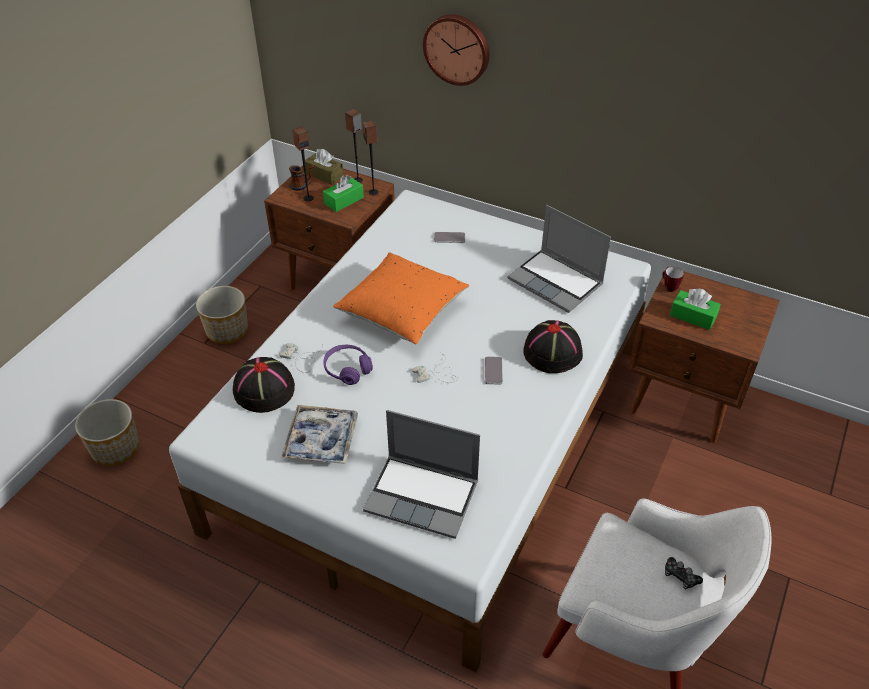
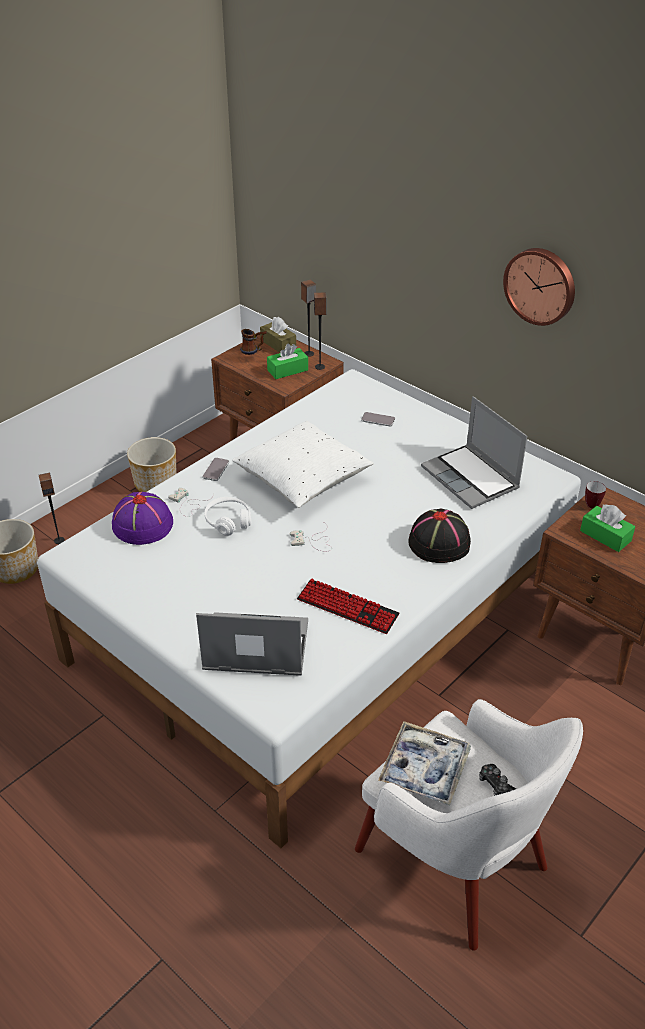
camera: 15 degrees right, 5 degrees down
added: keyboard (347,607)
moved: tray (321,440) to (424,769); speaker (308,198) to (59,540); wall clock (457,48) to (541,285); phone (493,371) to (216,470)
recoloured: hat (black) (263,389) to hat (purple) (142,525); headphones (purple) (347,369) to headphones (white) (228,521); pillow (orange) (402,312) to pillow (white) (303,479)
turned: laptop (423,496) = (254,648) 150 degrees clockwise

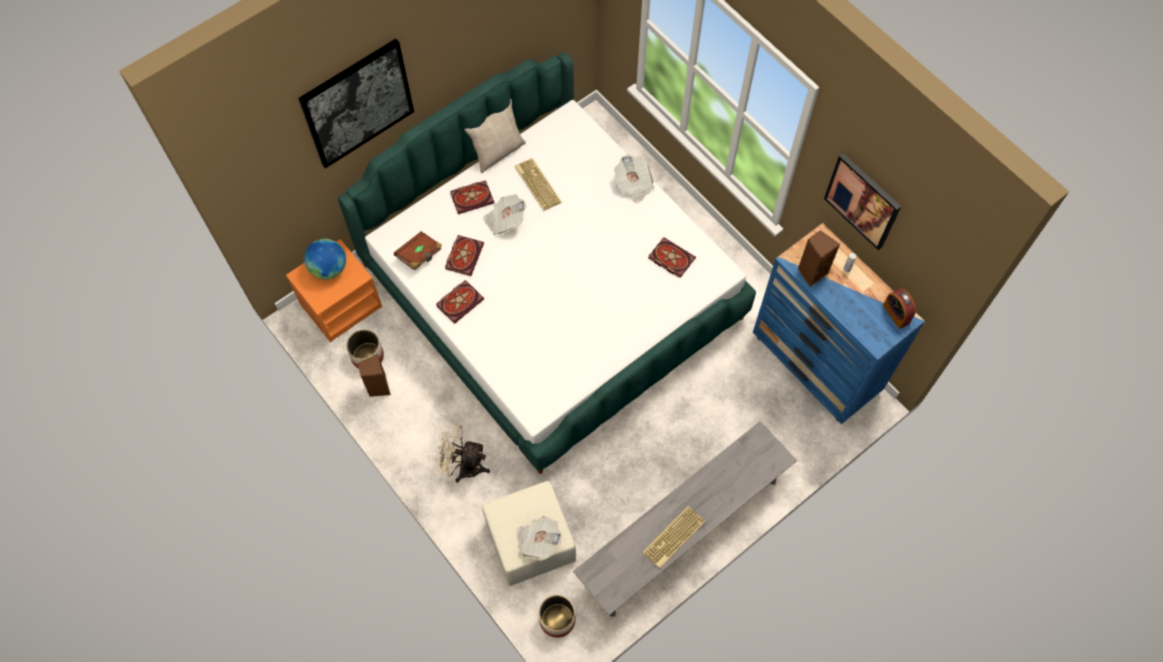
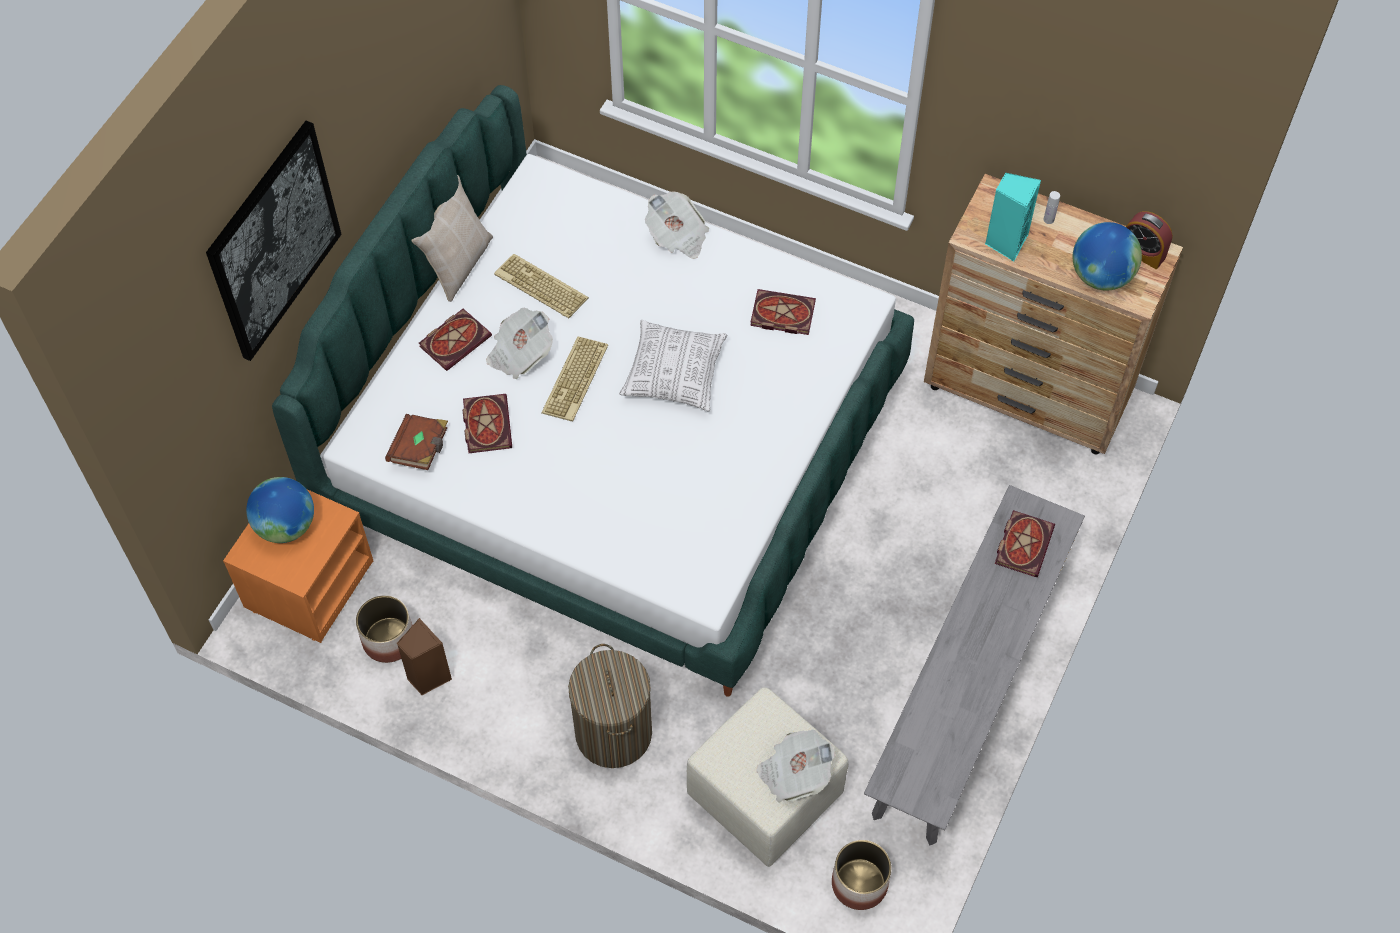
camera: 25 degrees left, 5 degrees down
removed: picture (863,200)
added: pillow (674,373); globe (1100,276)
moved: book (460,301) to (1023,543); keyboard (674,538) to (576,381)
replaced: fan (beige) (464,466) to laundry basket (613,733)
recoloured: dresser (blue) (816,365) to dresser (brown) (1028,393); speaker (brown) (811,272) to speaker (turquoise) (1005,242)

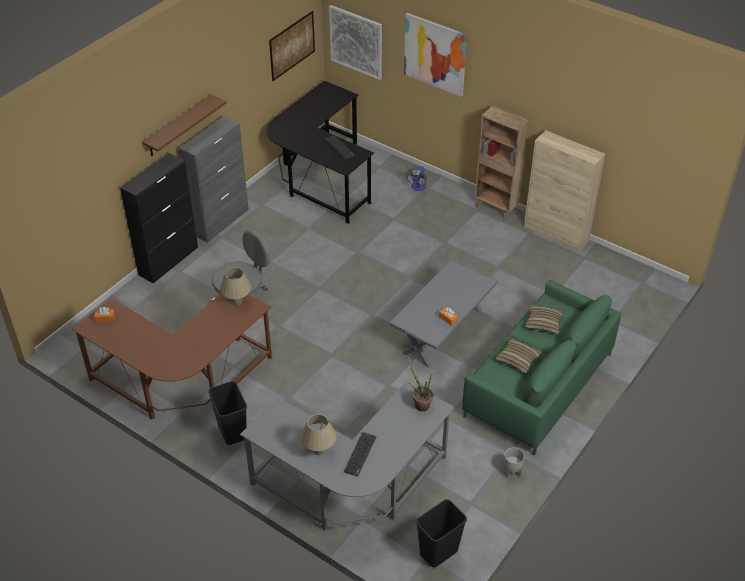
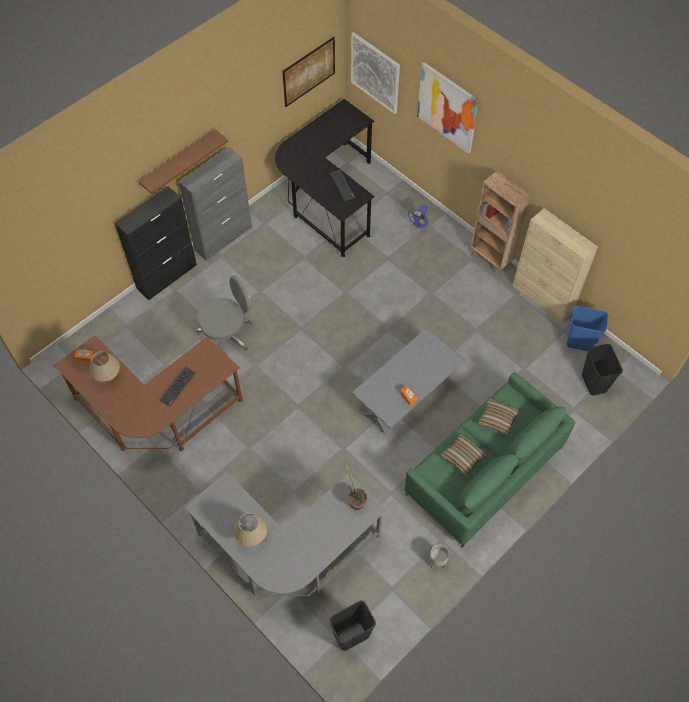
camera: 10 degrees right, 15 degrees up
added: trash can (blue) (579,343)
moved: trash can (black) (232,432) to (594,383); table lamp (beige) (237,302) to (108,377); keyboard (360,454) to (178,386)

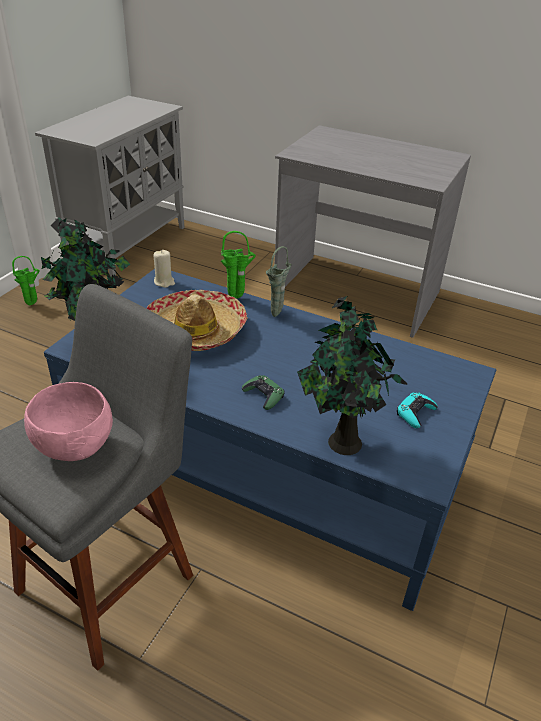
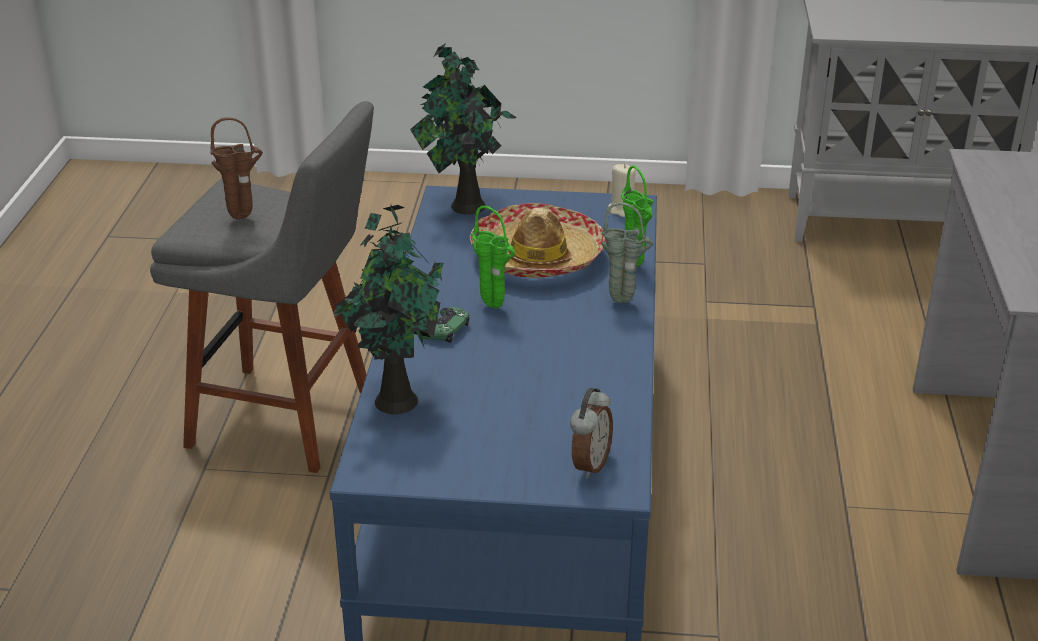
camera: 70 degrees right, 5 degrees down
removed: game controller (turquoise) (415,413)
added: alarm clock (589,464)
moved: vase (green) (33,304) to (495,308)
replaced: bowl (pink) (74,446) to vase (brown) (244,218)

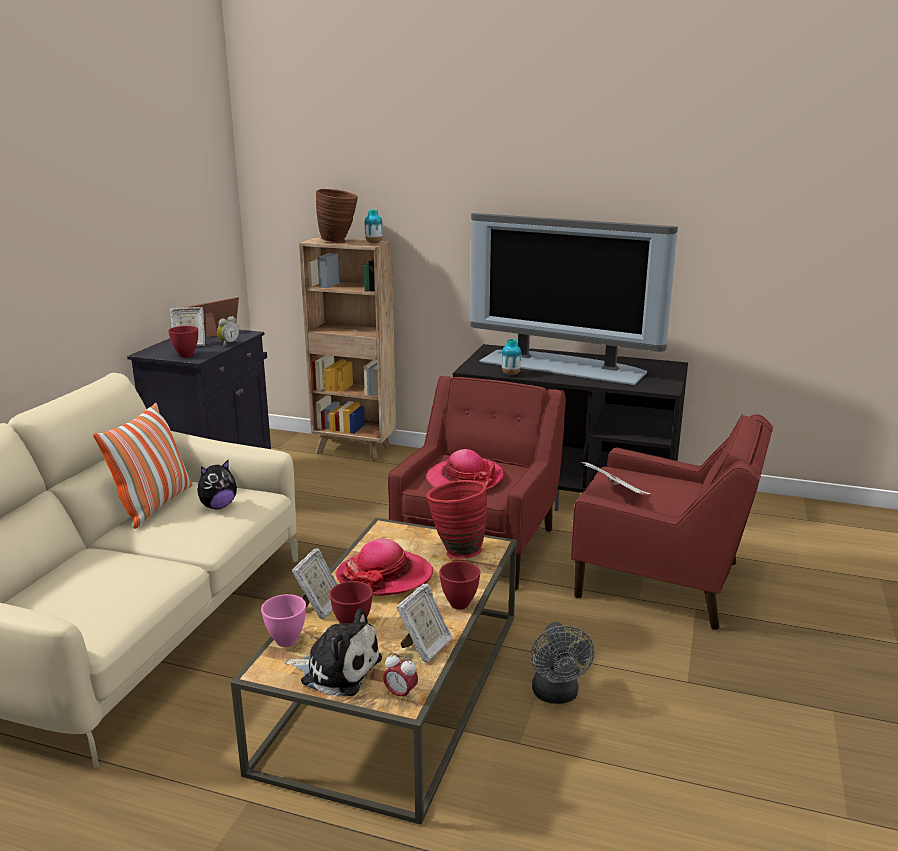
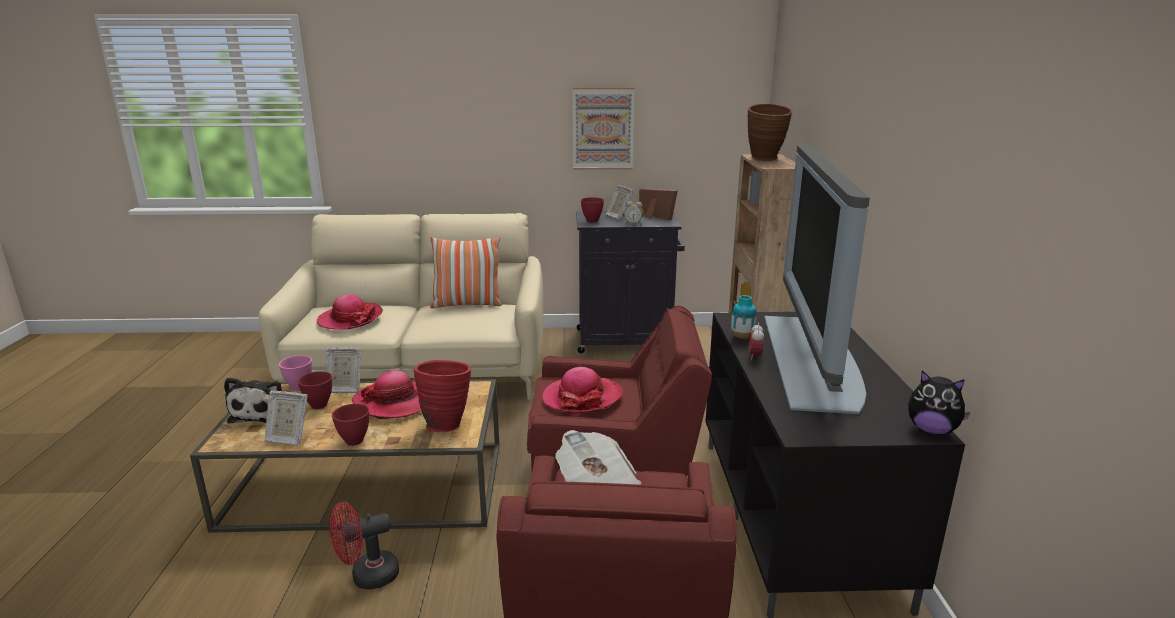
camera: 70 degrees right, 0 degrees up
removed: vase (374,243)
added: hat (350,319); picture (603,128)
moved: plush toy (218,506) to (932,430); alarm clock (400,694) to (754,356)
recoloured: fan (grey) (557,695) to fan (red) (367,577)

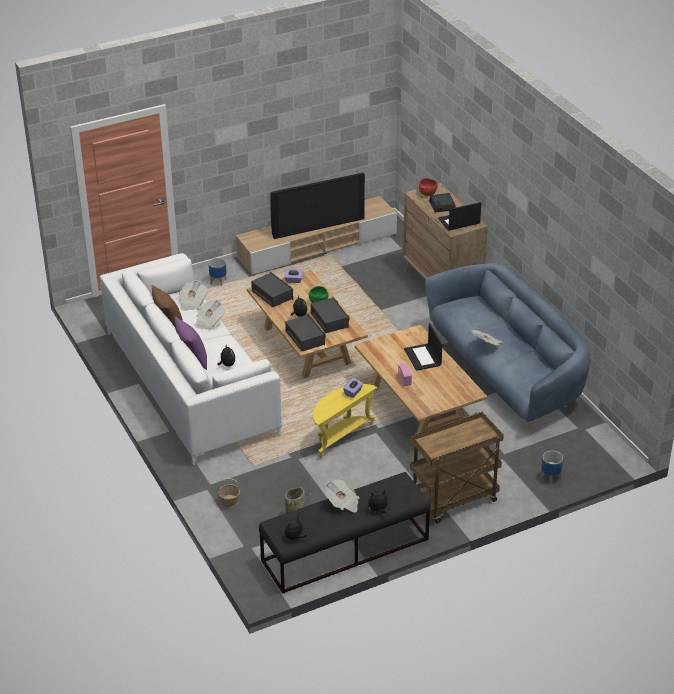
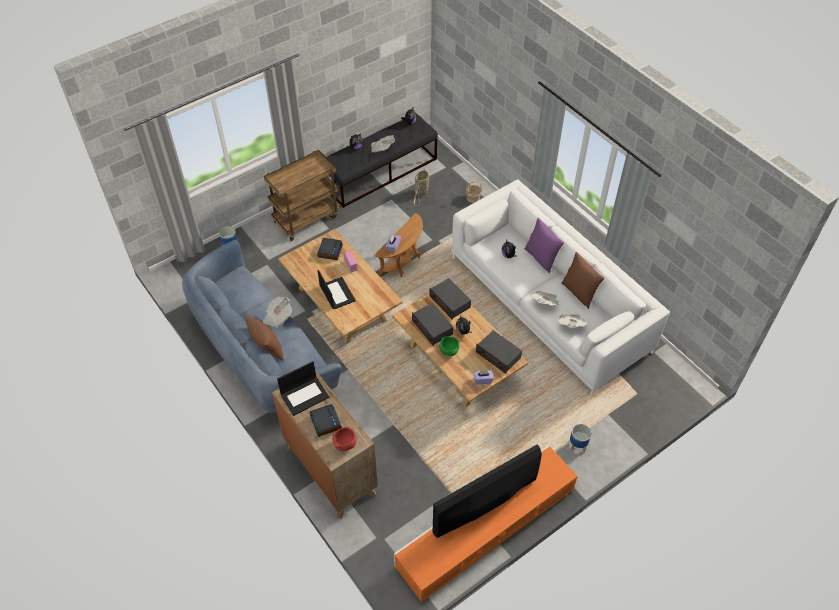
camera: 170 degrees right, 15 degrees up
added: pillow (brown) (267,349); alarm clock (330,251)
recoloured: tv stand (beige) (317,246) to tv stand (orange) (486,528); side table (yellow) (340,437) to side table (brown) (403,263)

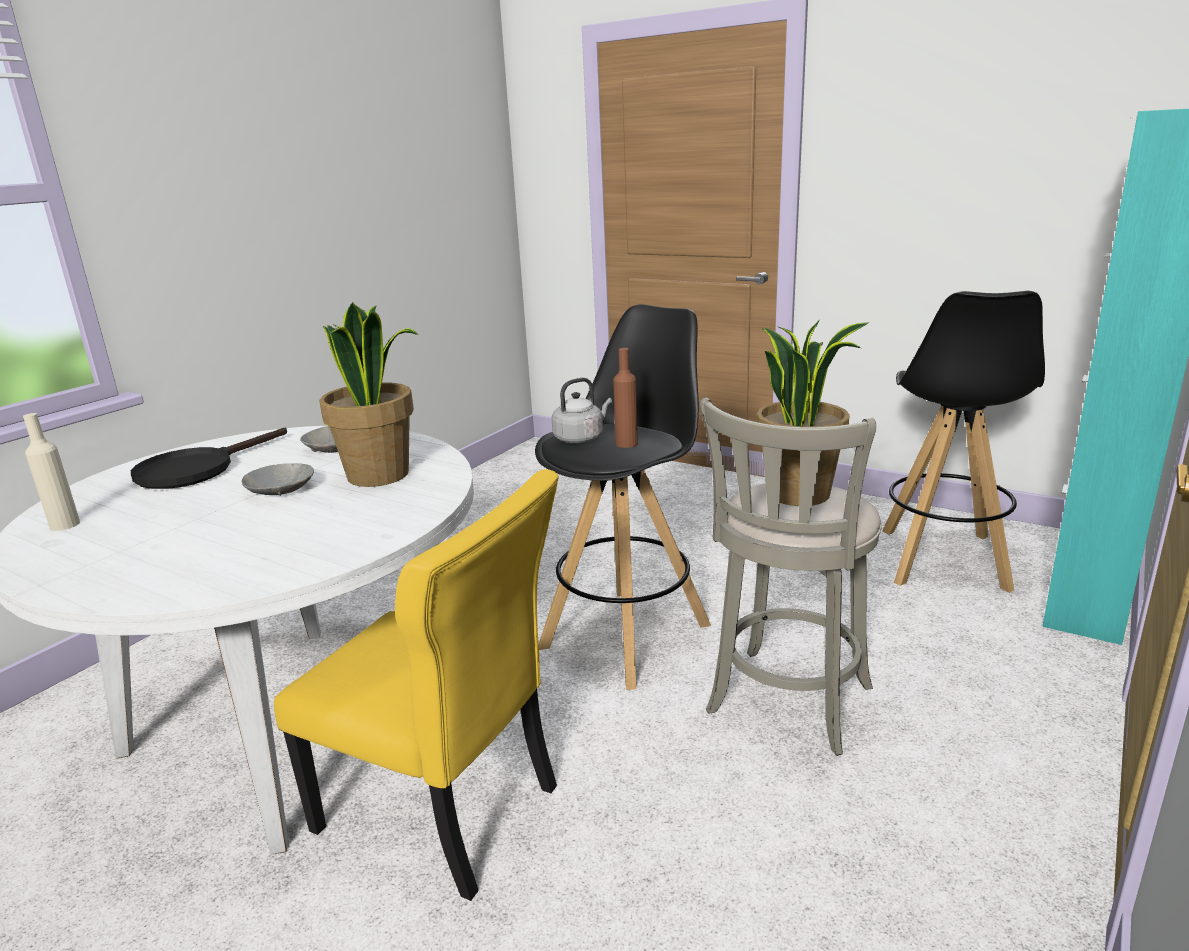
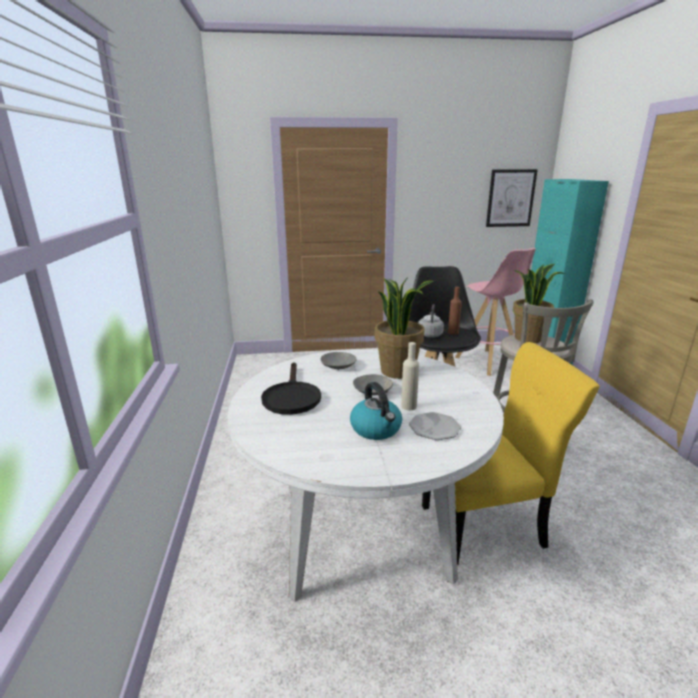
camera: 40 degrees left, 0 degrees up
added: kettle (376,429); plate (434,428); picture (510,198)
moved: bottle (beige) (65,525) to (408,406)
recoloured: stool (black) (943,560) to stool (pink) (488,362)

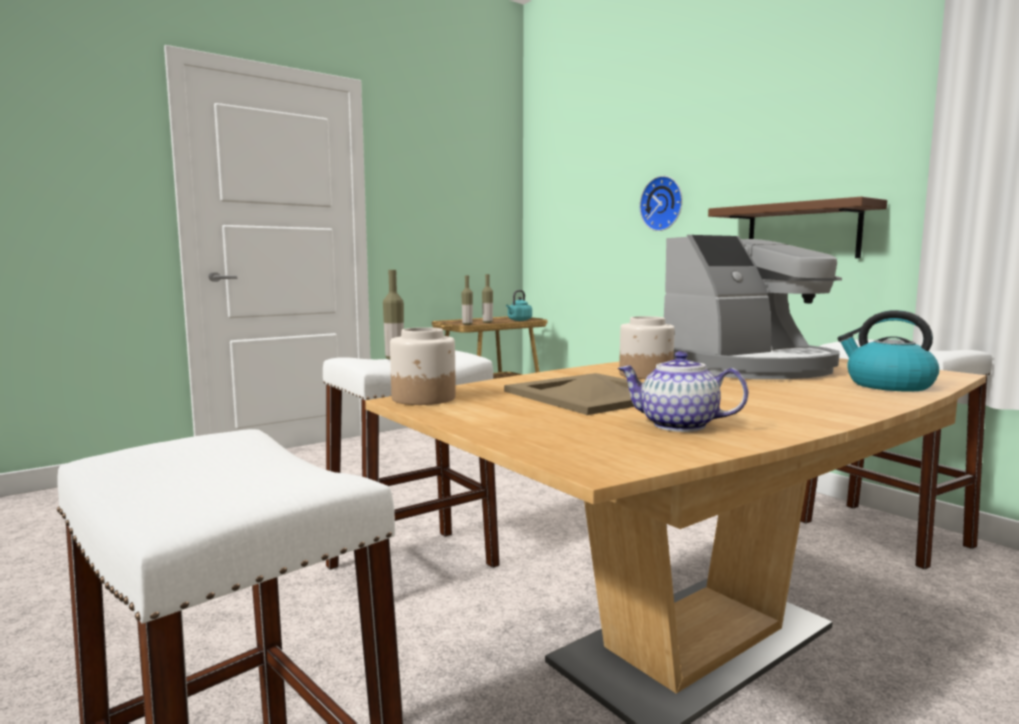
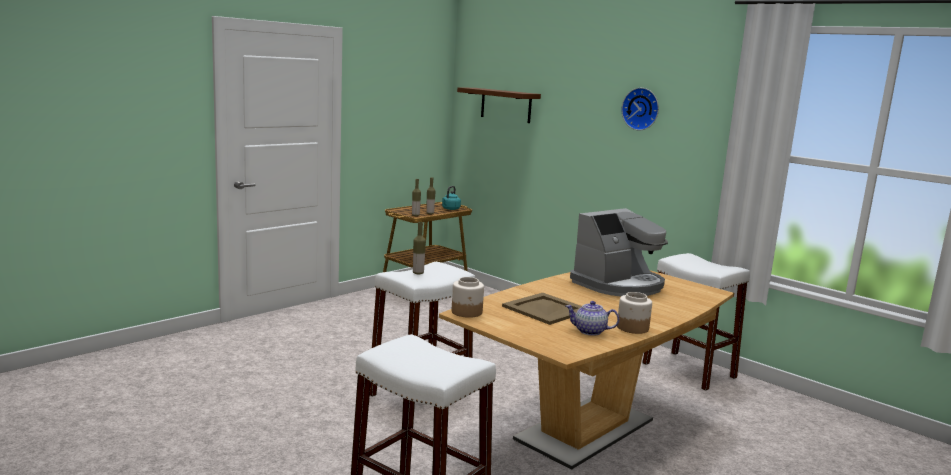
camera: 10 degrees left, 5 degrees up
removed: kettle (887,385)
moved: jar (645,375) to (632,328); wall clock (663,203) to (641,109); shelf (brown) (802,232) to (506,105)

